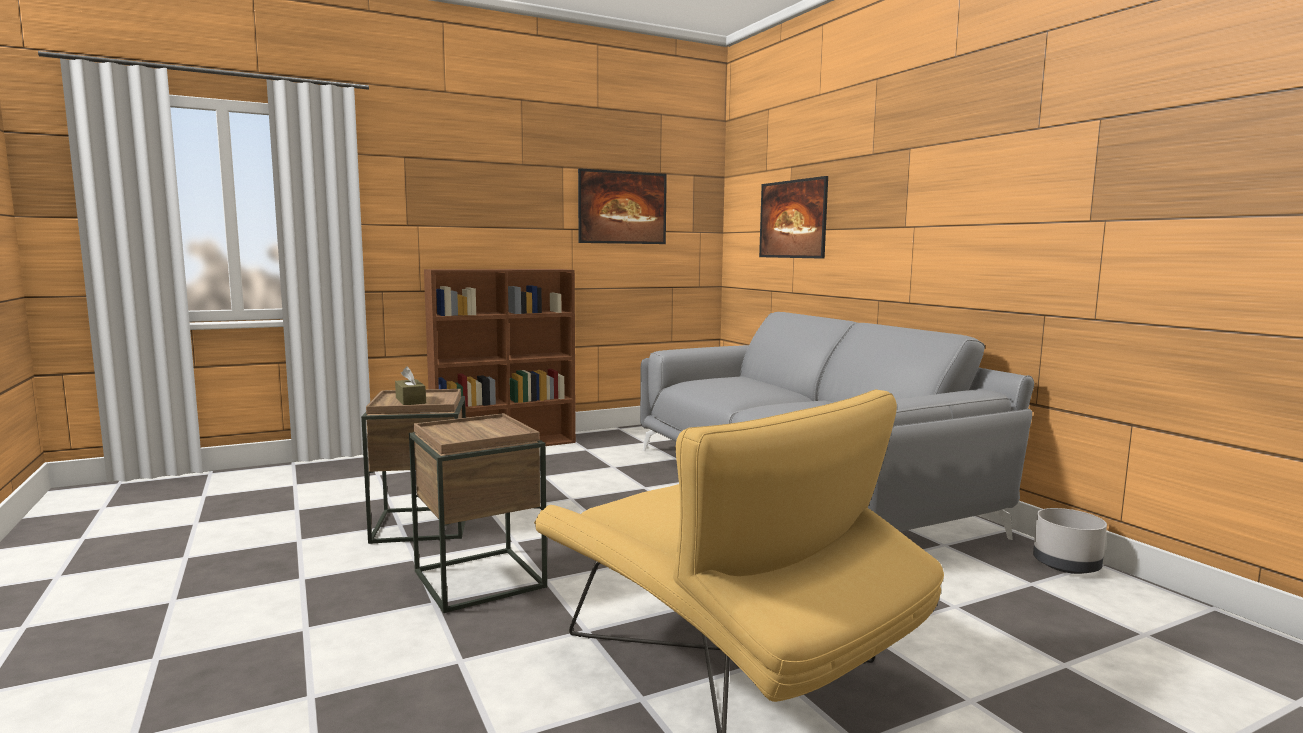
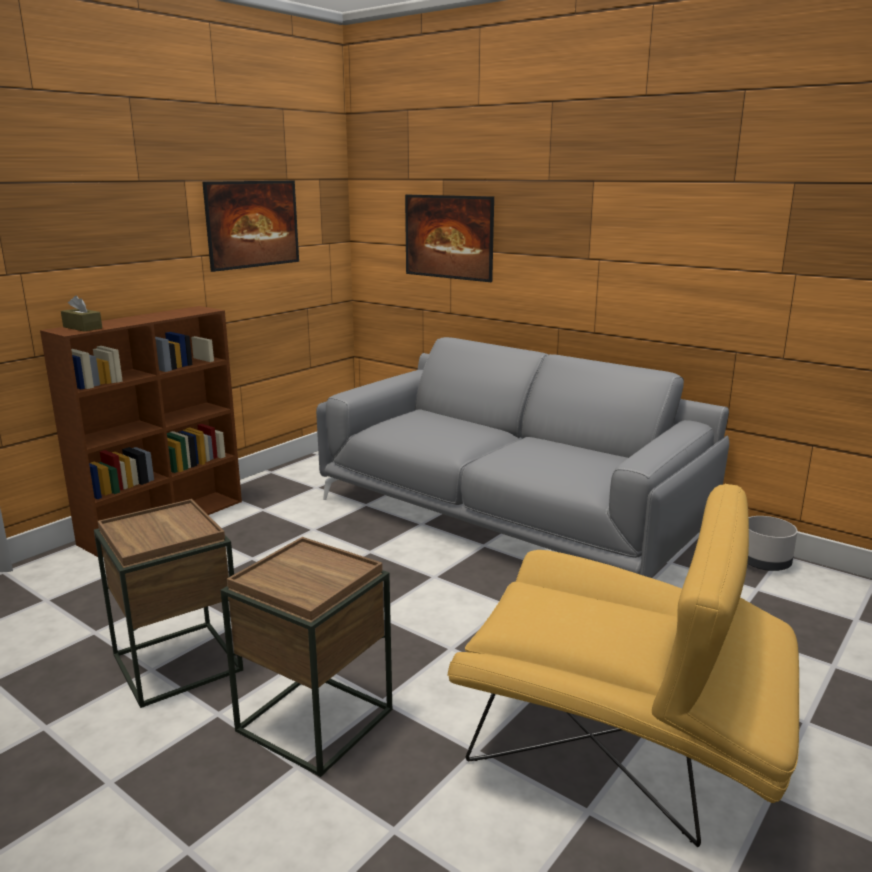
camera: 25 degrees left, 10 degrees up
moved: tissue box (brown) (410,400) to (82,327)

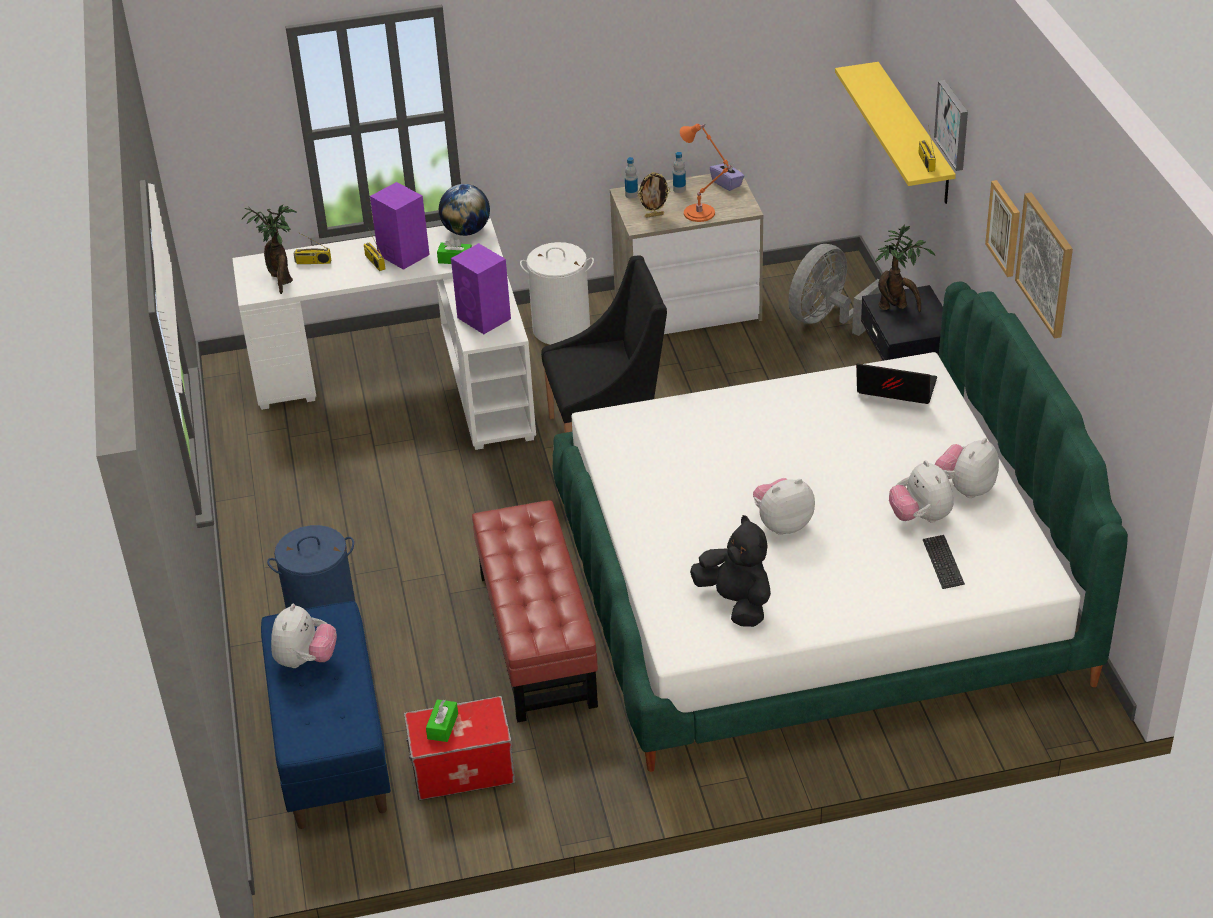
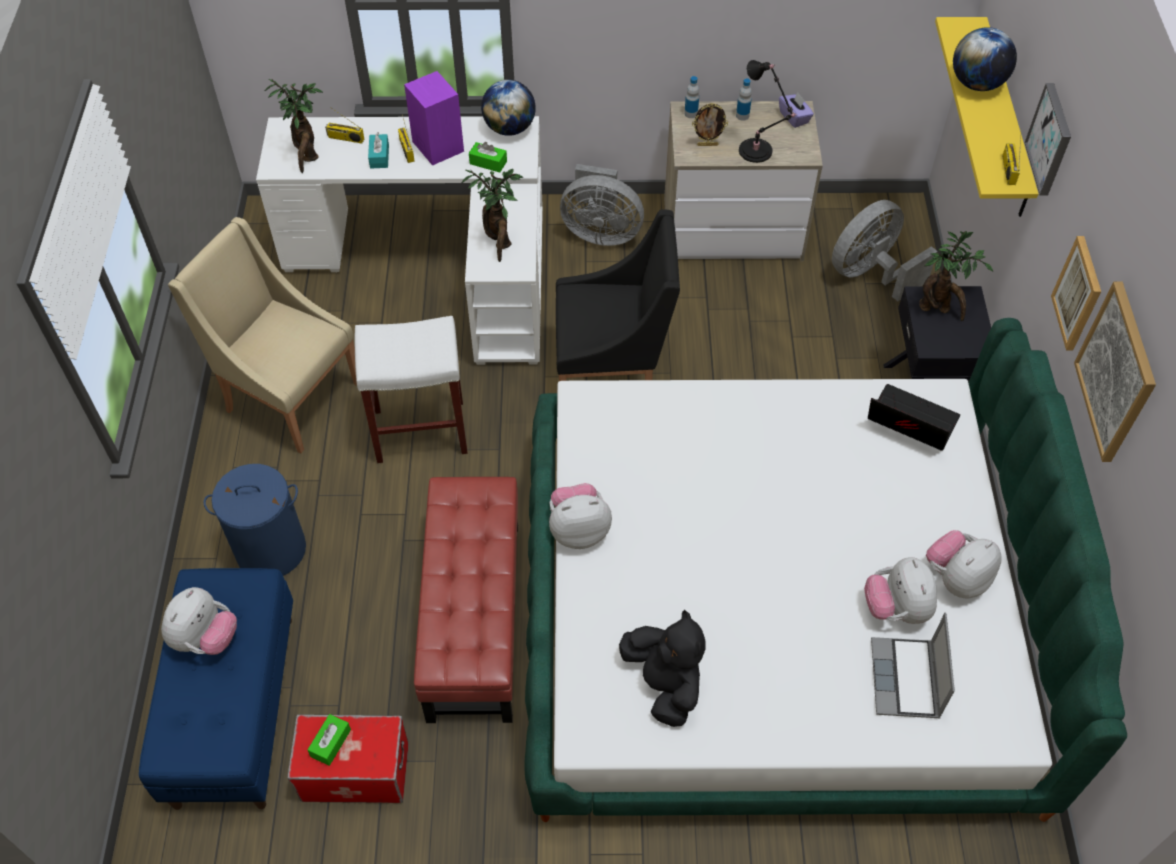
camera: 10 degrees right, 15 degrees up
added: armchair (beige) (289,396); stool (white) (419,431); tissue box (turquoise) (379,156); globe (977,84)
moved: plush toy (782,524) to (578,530)
replaced: speaker (purple) (485,319) to potted plant (499,243); laundry basket (white) (561,329) to fan (grey) (600,232); keyboard (943,563) to laptop (906,680)
recoloured: table lamp (orange) (701,214) to table lamp (black) (757,152)

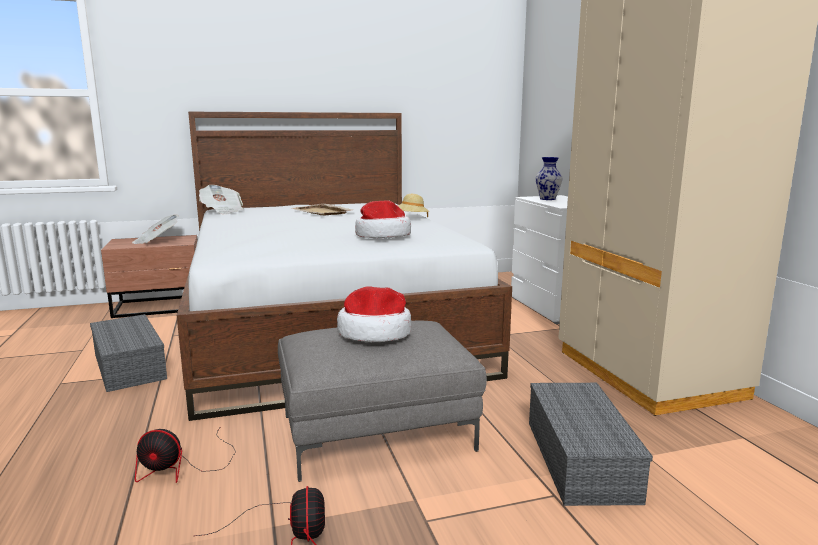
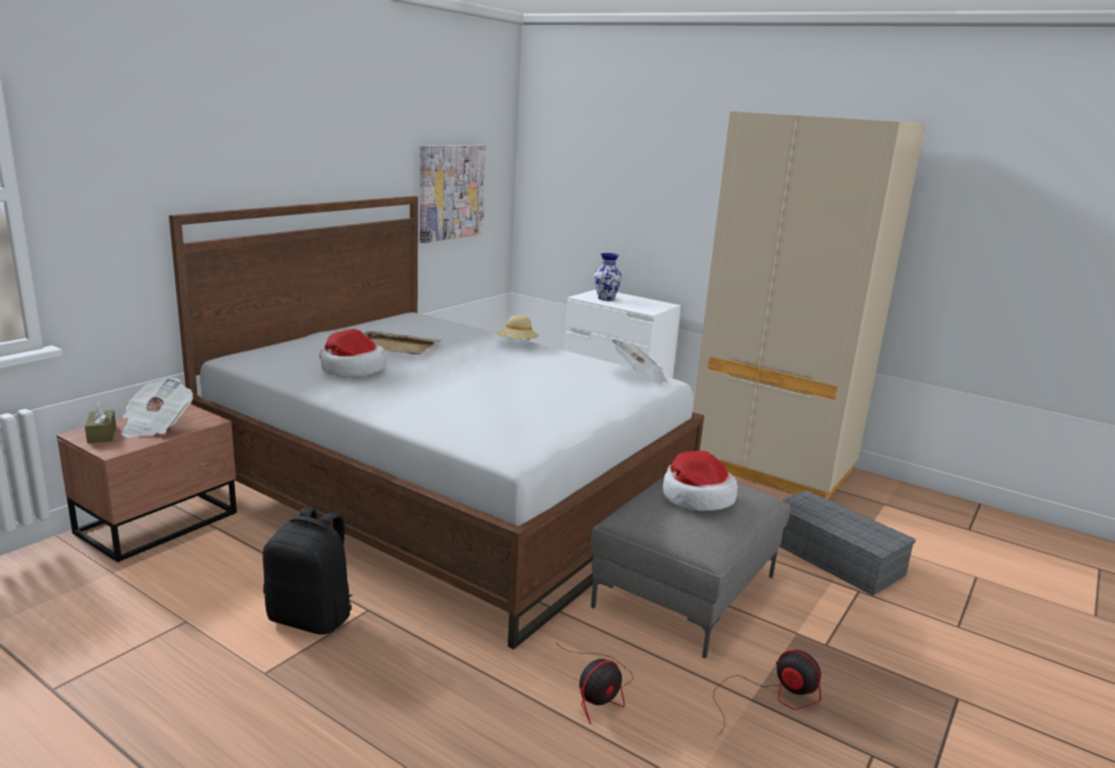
camera: 40 degrees left, 5 degrees up
added: tissue box (brown) (102,434); picture (451,192)
moved: newspaper (222,211) to (639,376); hat (382,236) to (351,370)
replaced: storage box (grey) (131,366) to backpack (black) (312,617)

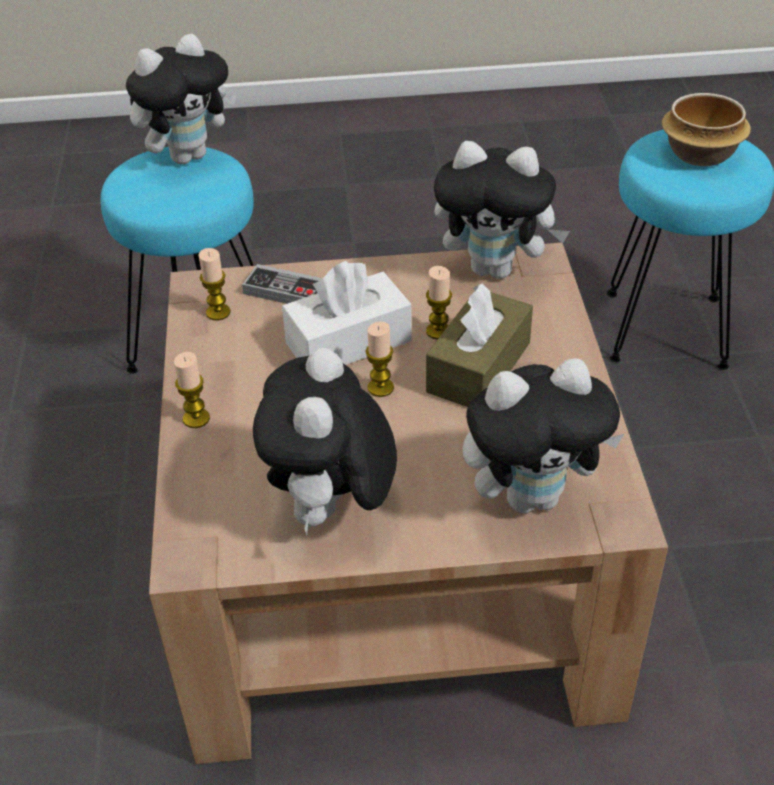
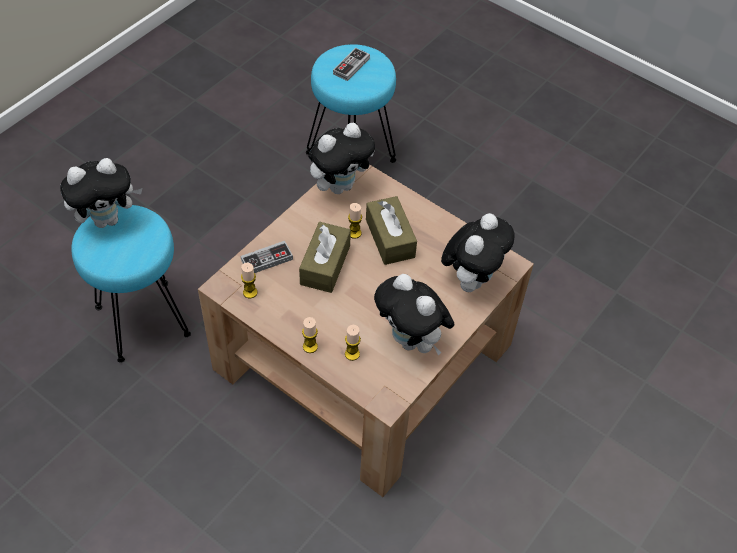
camera: 50 degrees left, 10 degrees up
moved: candle (380,387) to (352,354)
replaced: bowl (699,155) to game controller (351,66)
recoloured: tissue box (white) (348,342) to tissue box (brown) (325,265)
turned: plush toy (188,155) = (108,219) 60 degrees clockwise

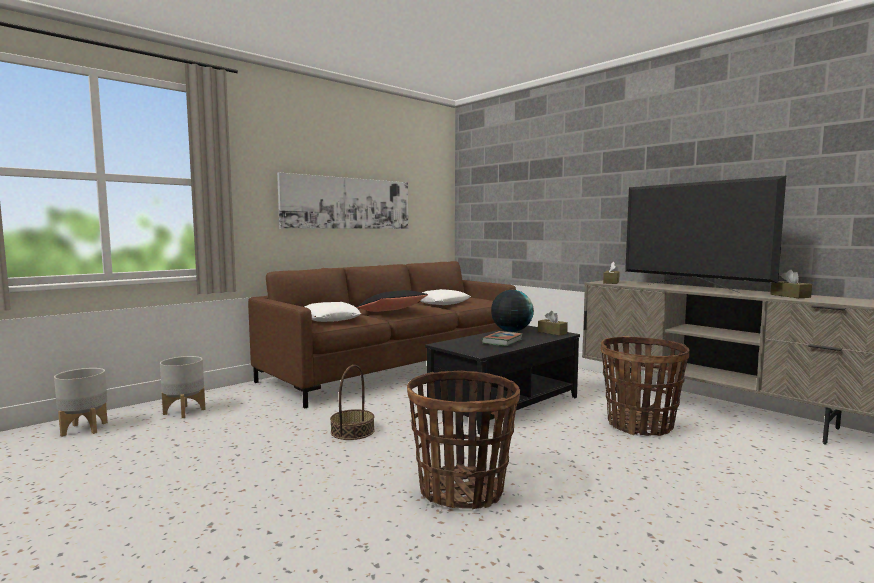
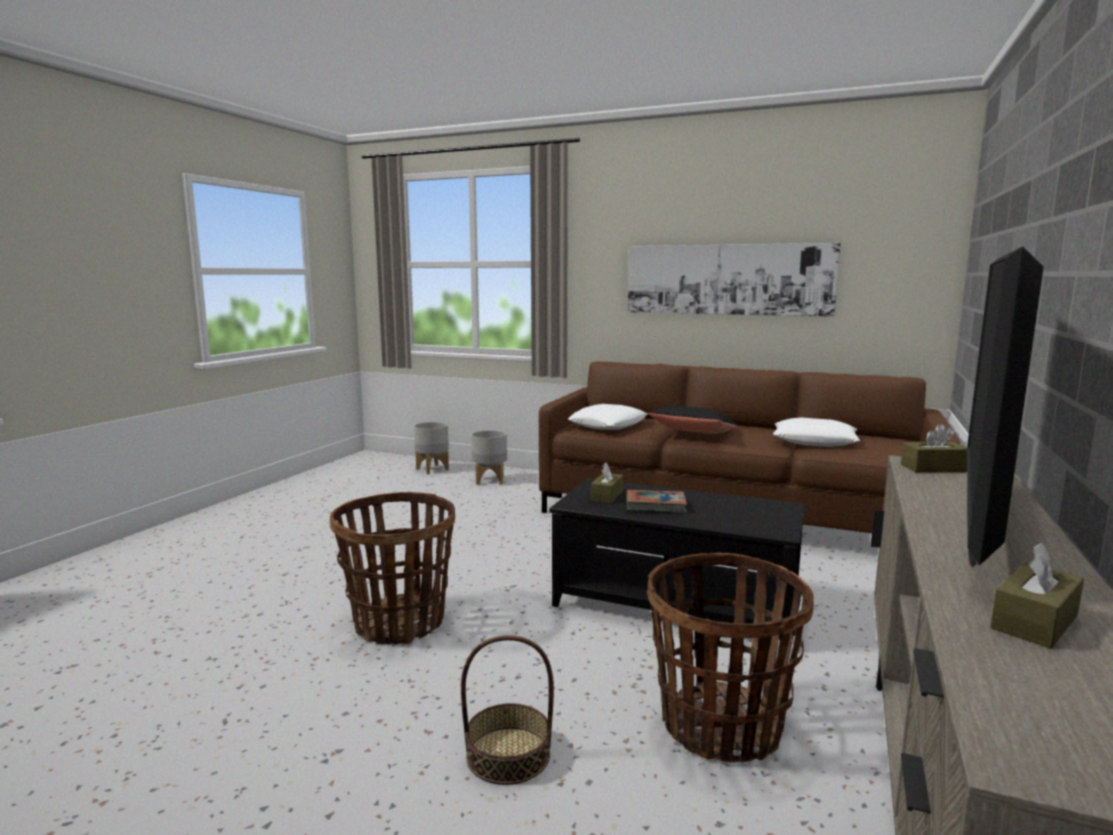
camera: 65 degrees right, 5 degrees up
removed: globe (511,331)
moved: basket (352,431) to (508,755); tissue box (brown) (552,332) to (607,496)

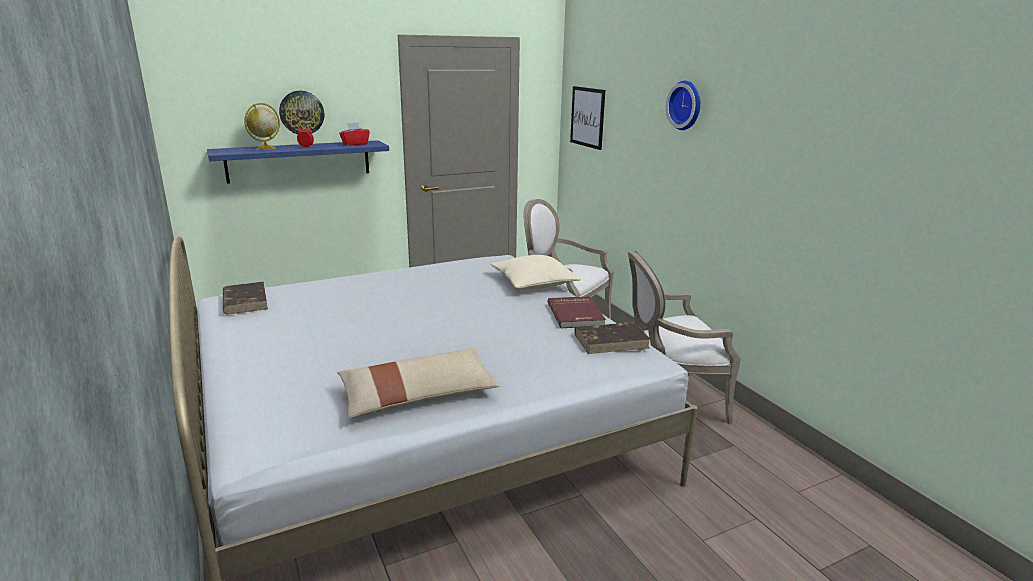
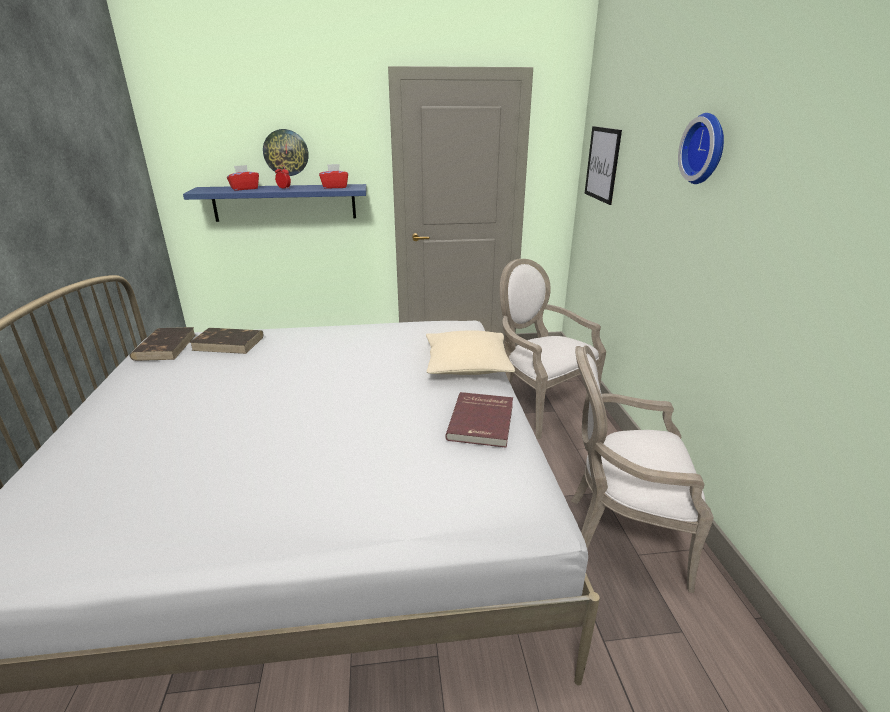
camera: 20 degrees right, 5 degrees up
removed: pillow (beige) (418,395)
moved: book (brown) (611,341) to (229,343)
replaced: globe (265,148) to tissue box (red) (244,188)

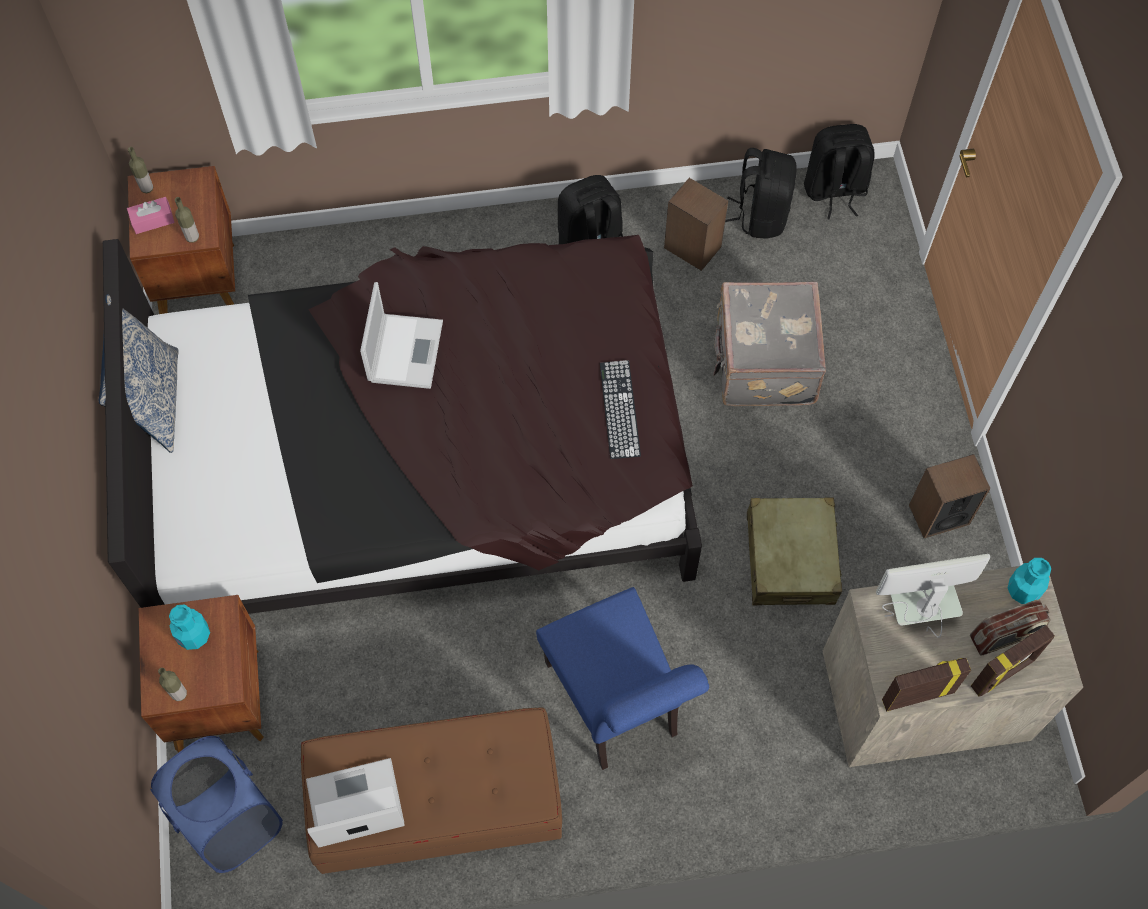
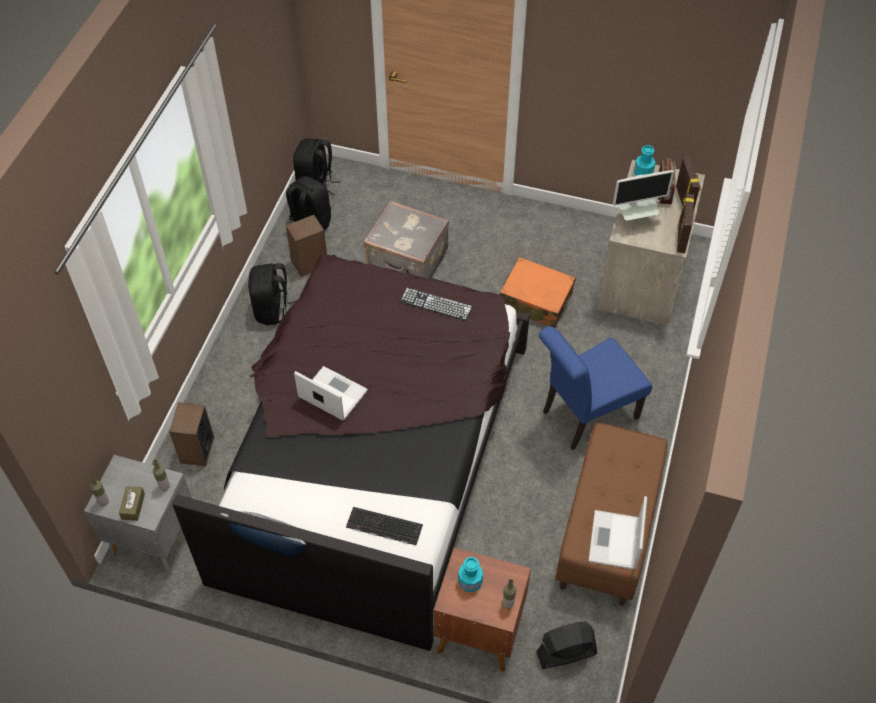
camera: 65 degrees left, 10 degrees down
added: keyboard (383,527)
moved: speaker (938,514) to (197,450)
replaced: laundry basket (blue) (231,820) to fan (black) (566,653)
recoloured: tissue box (pink) (152,220) to tissue box (brown) (133,506); nightstand (brown) (200,281) to nightstand (grey) (152,539); suitcase (beige) (790,558) to suitcase (orange) (535,300)
turned: chair (blue) (616,706) = (584,416) 150 degrees clockwise; monitor (916,611) = (634,219) 120 degrees counterclockwise

